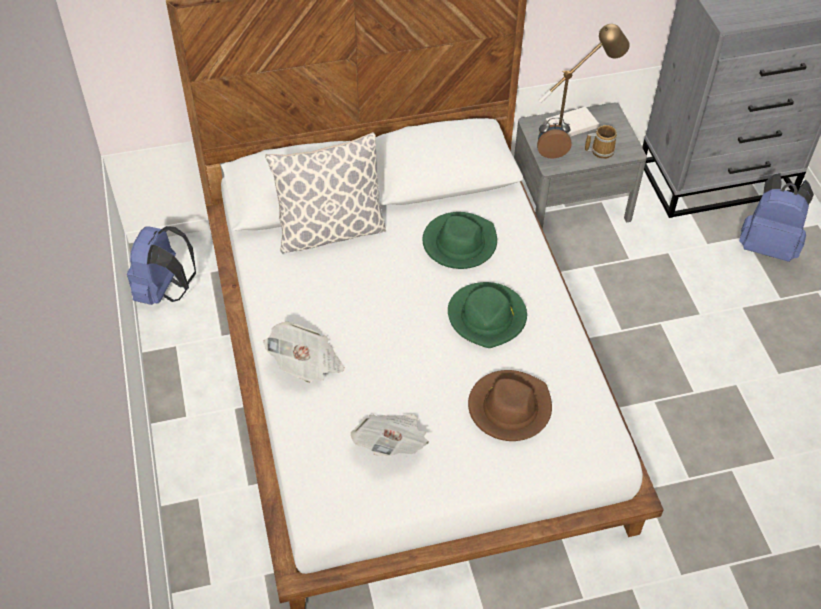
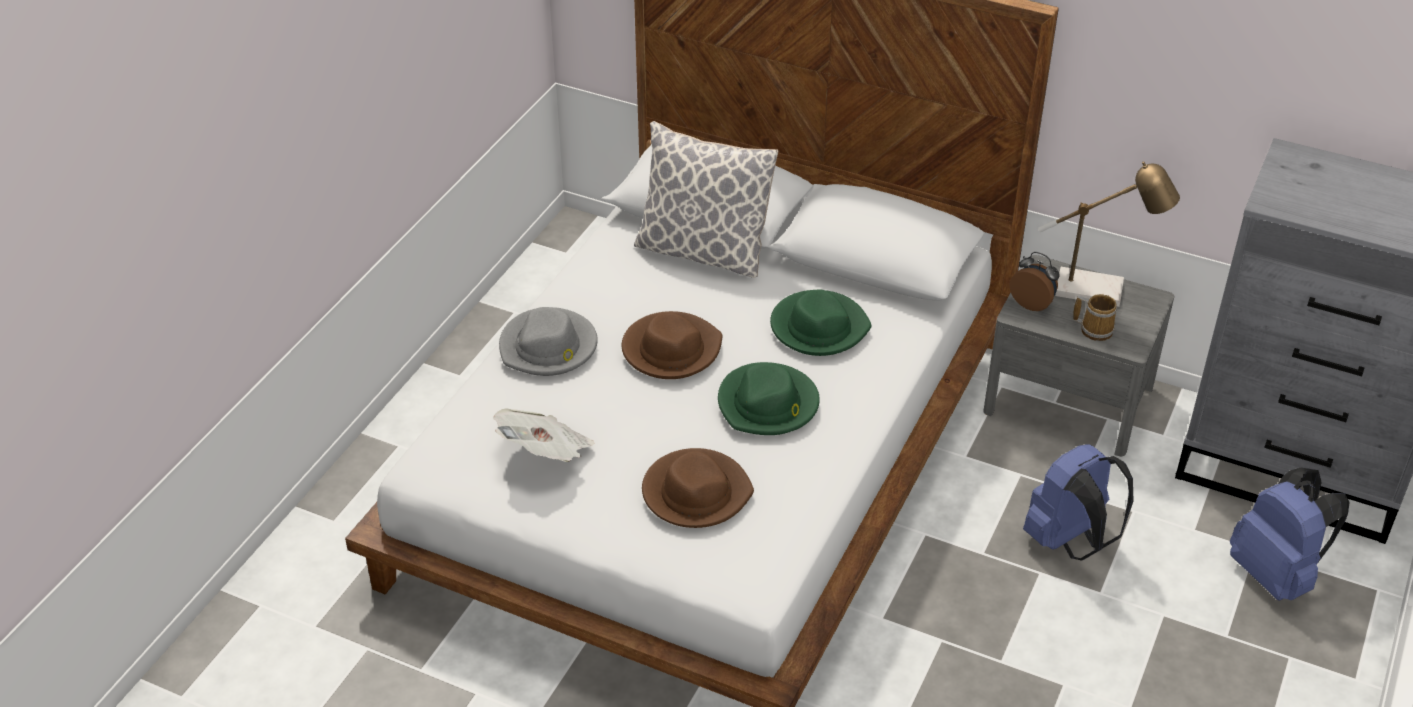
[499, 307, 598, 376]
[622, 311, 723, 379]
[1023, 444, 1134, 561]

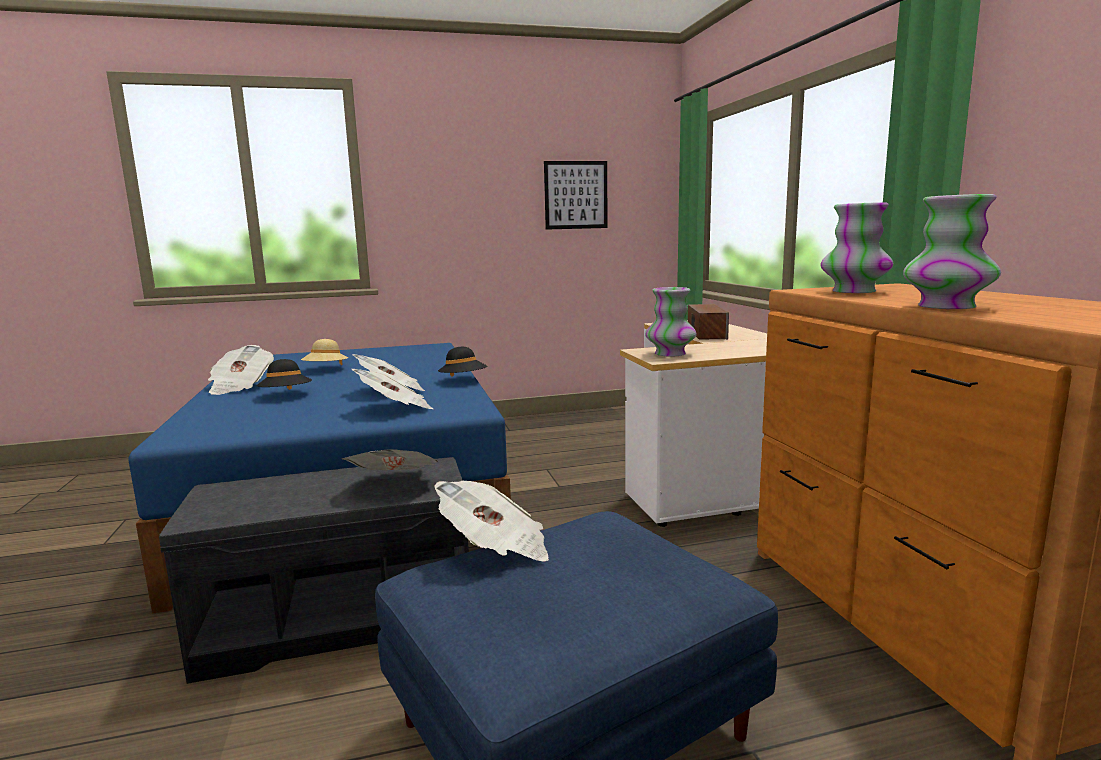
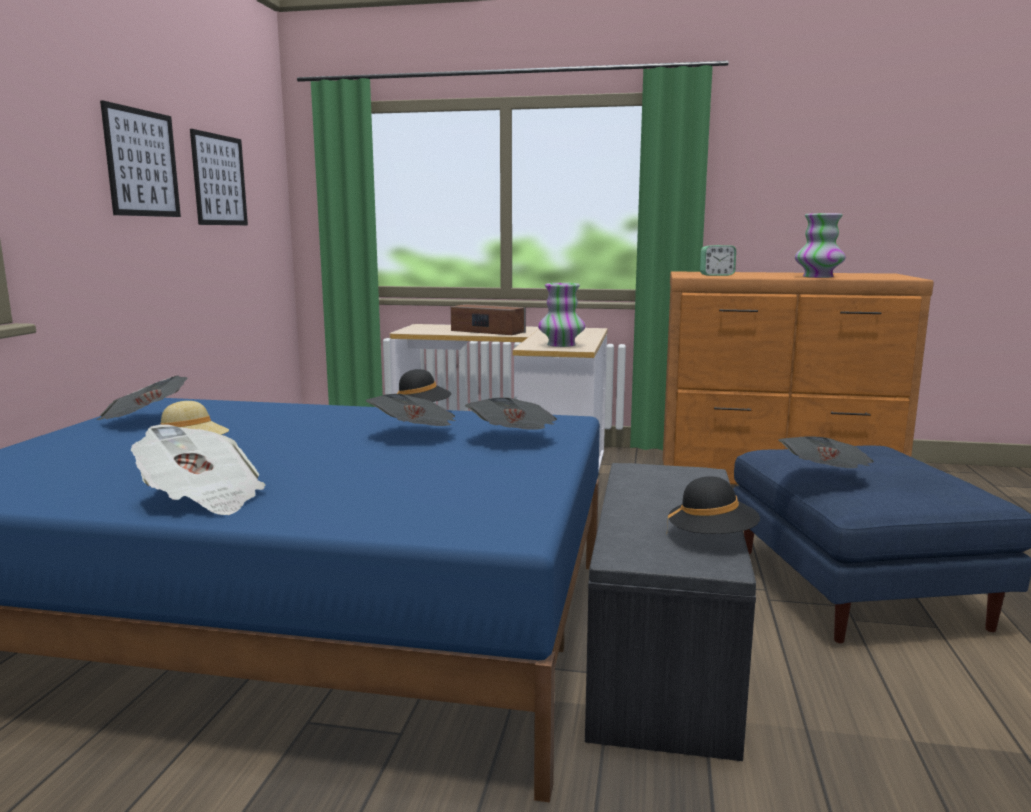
[97, 375, 188, 420]
[100, 100, 181, 217]
[667, 476, 760, 534]
[700, 245, 736, 276]

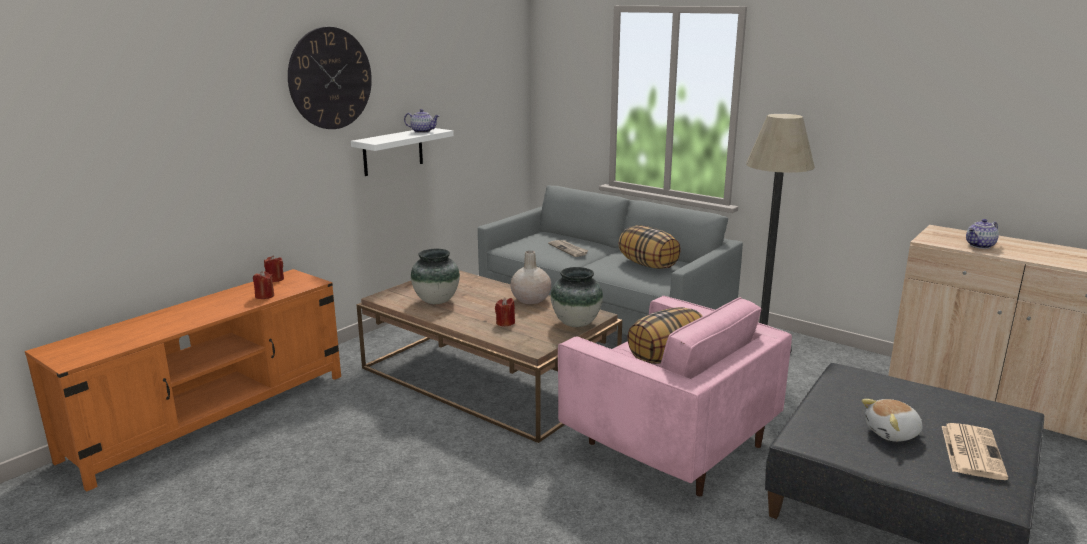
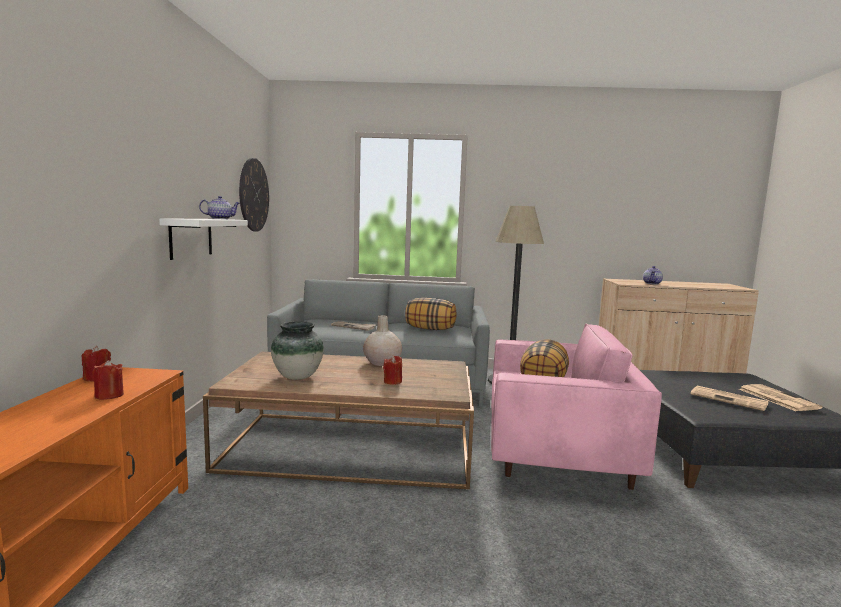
[239, 158, 269, 232]
[691, 386, 769, 411]
[551, 267, 603, 327] (first image)

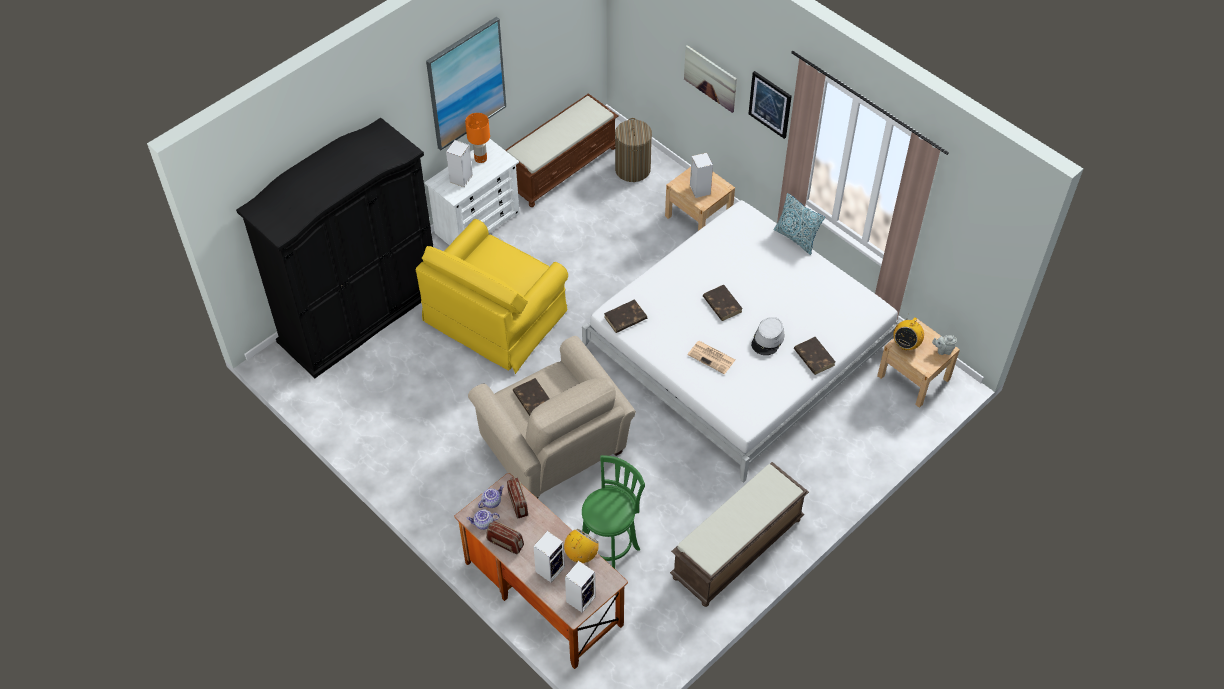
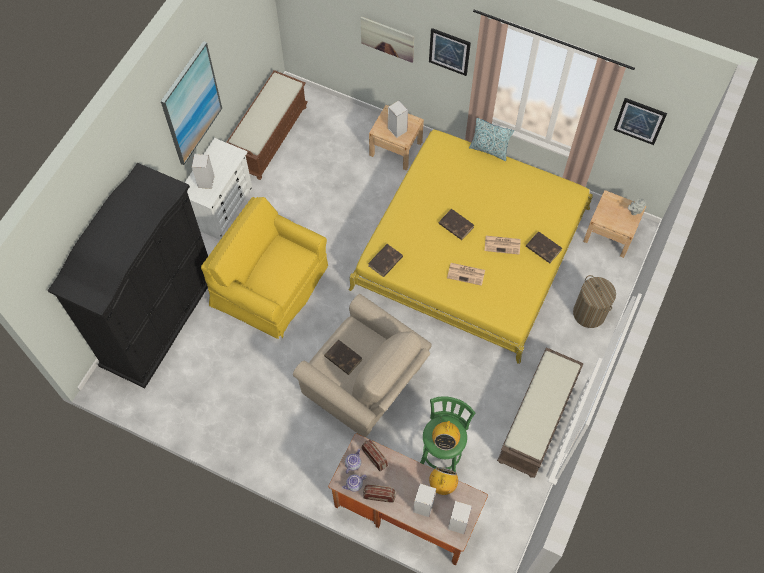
[201, 197, 328, 339]
[349, 129, 593, 364]
[432, 421, 460, 450]
[485, 236, 521, 255]
[573, 275, 616, 328]
[614, 98, 667, 145]
[465, 113, 490, 163] (first image)

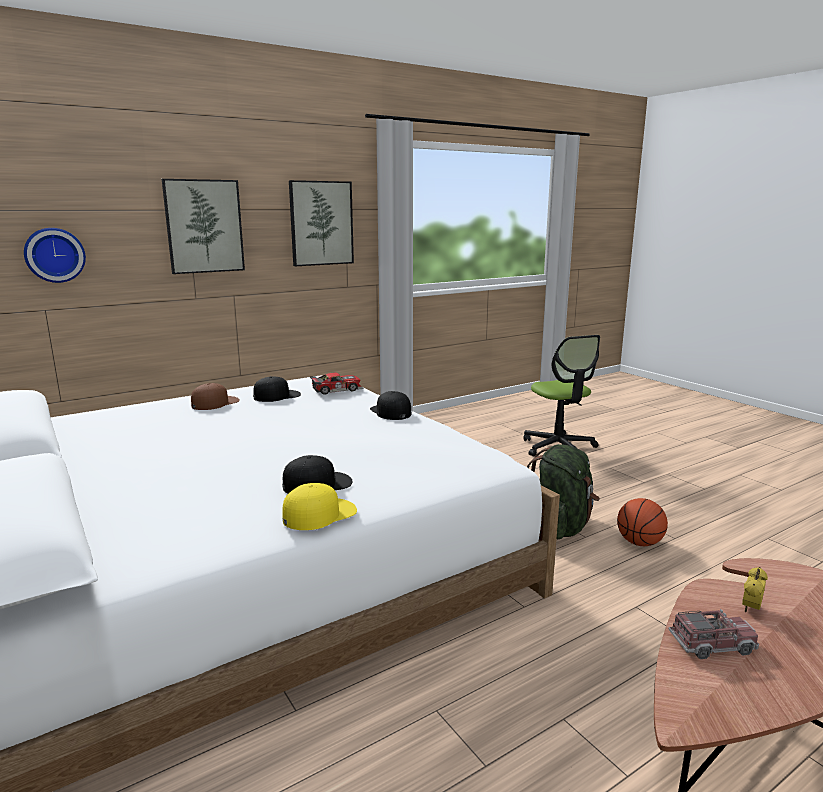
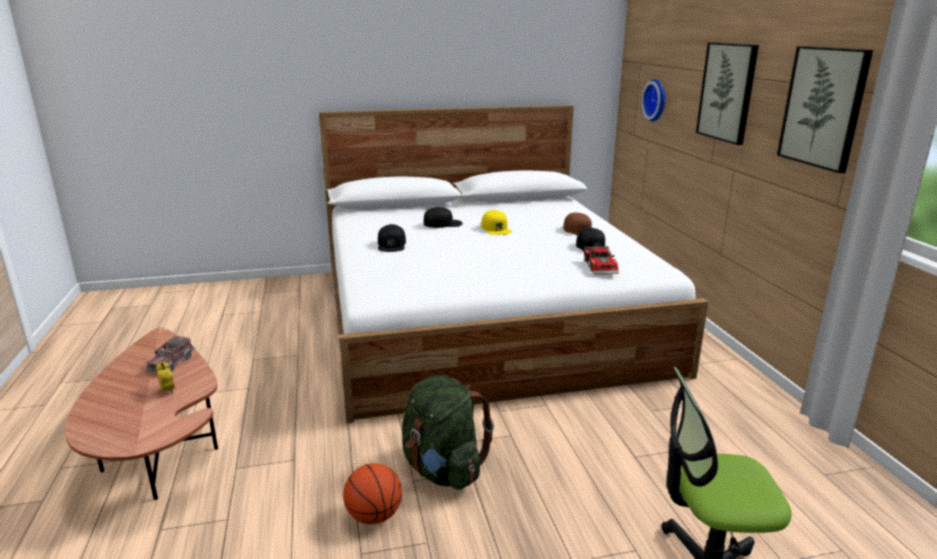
[424, 207, 463, 228]
[481, 210, 512, 235]

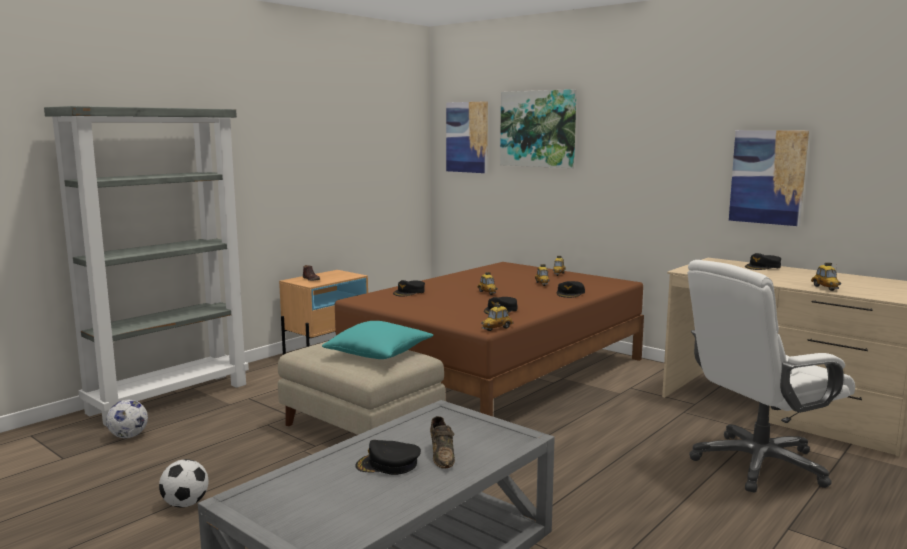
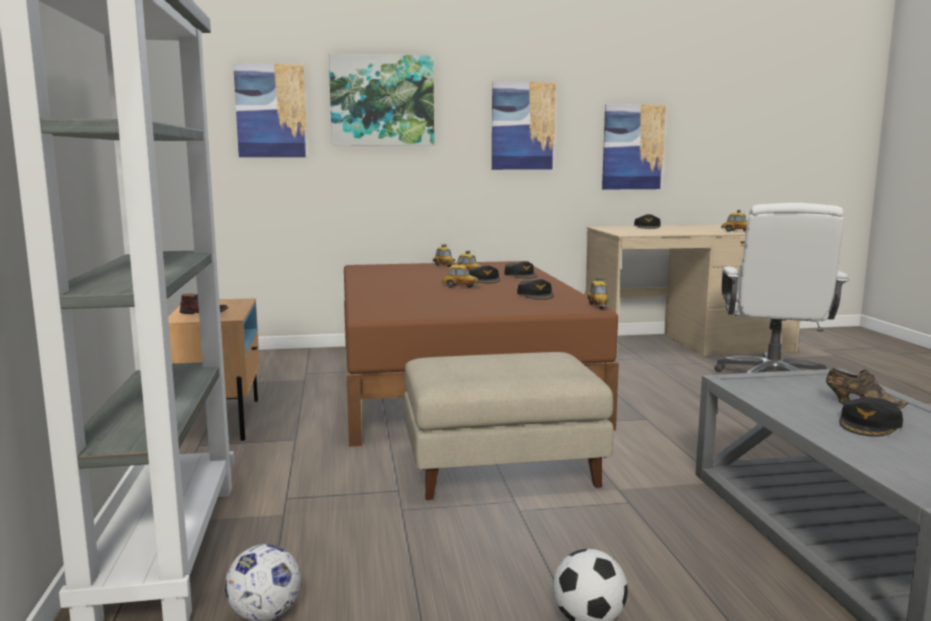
[469, 265, 500, 283]
[492, 81, 556, 170]
[322, 321, 434, 359] (first image)

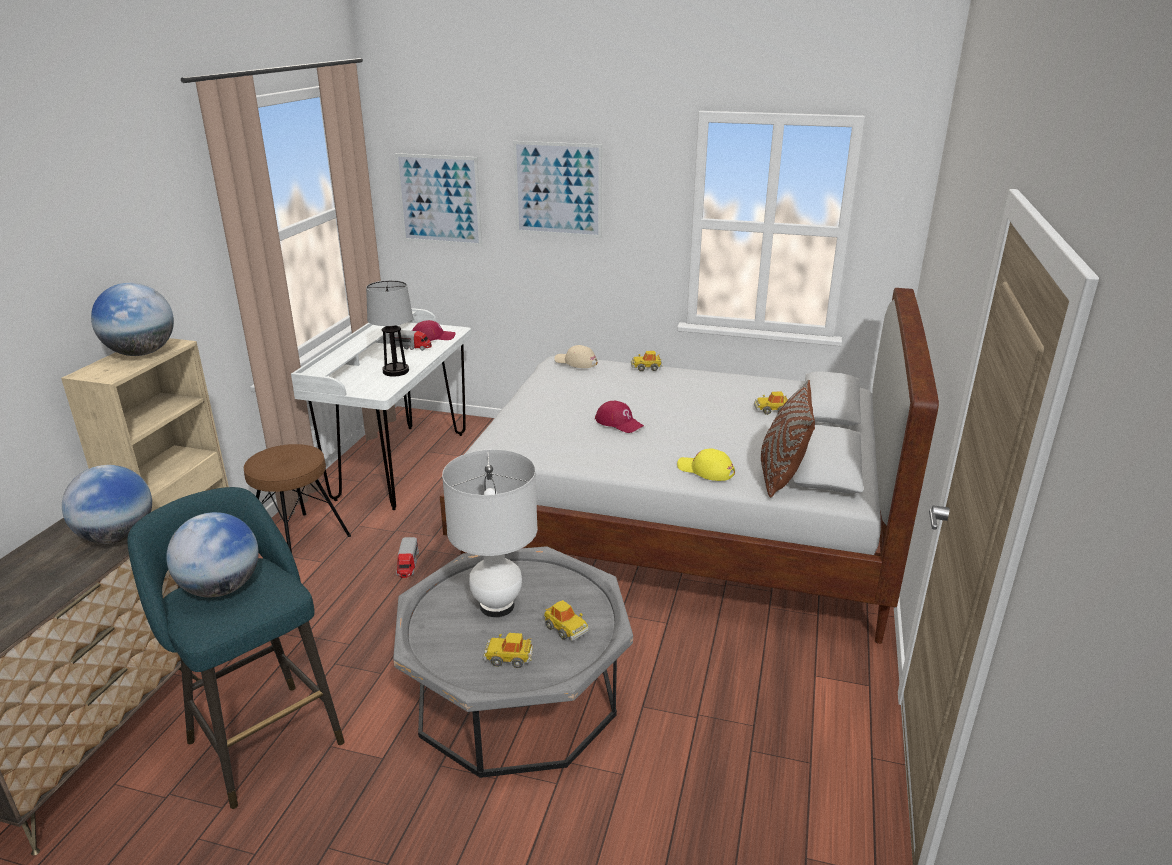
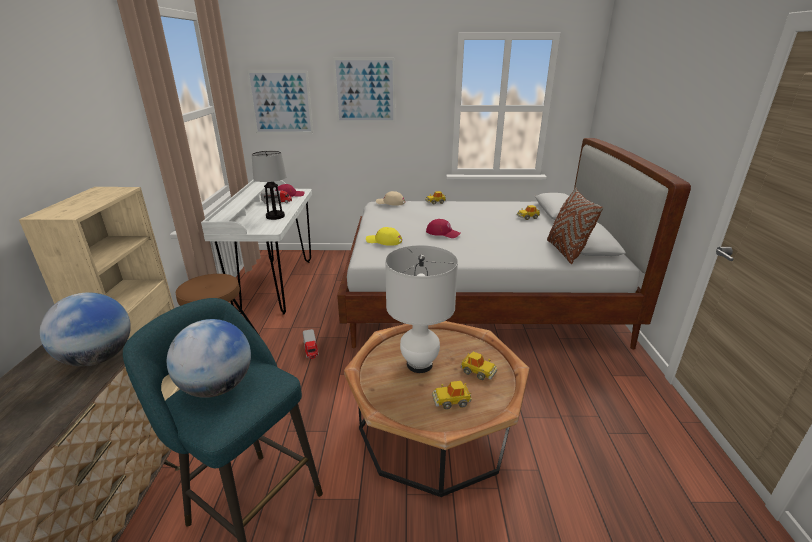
[344, 321, 529, 497]
[366, 227, 402, 246]
[91, 283, 174, 356] (first image)

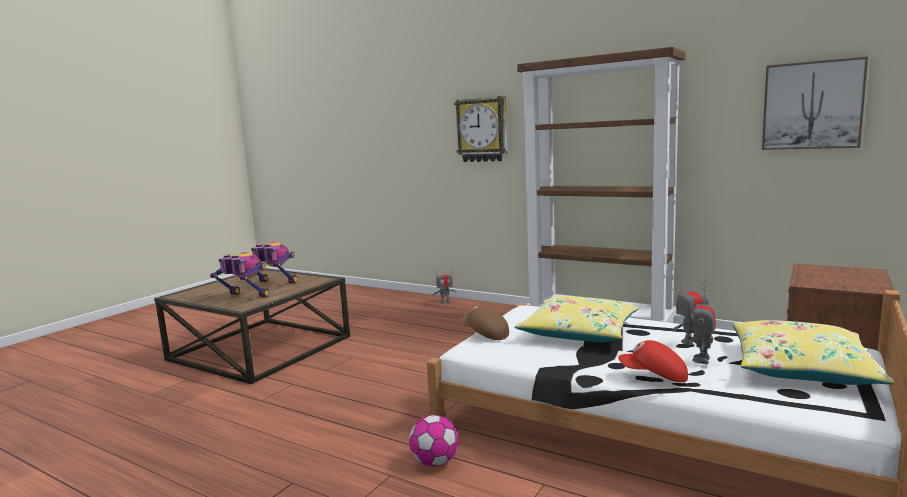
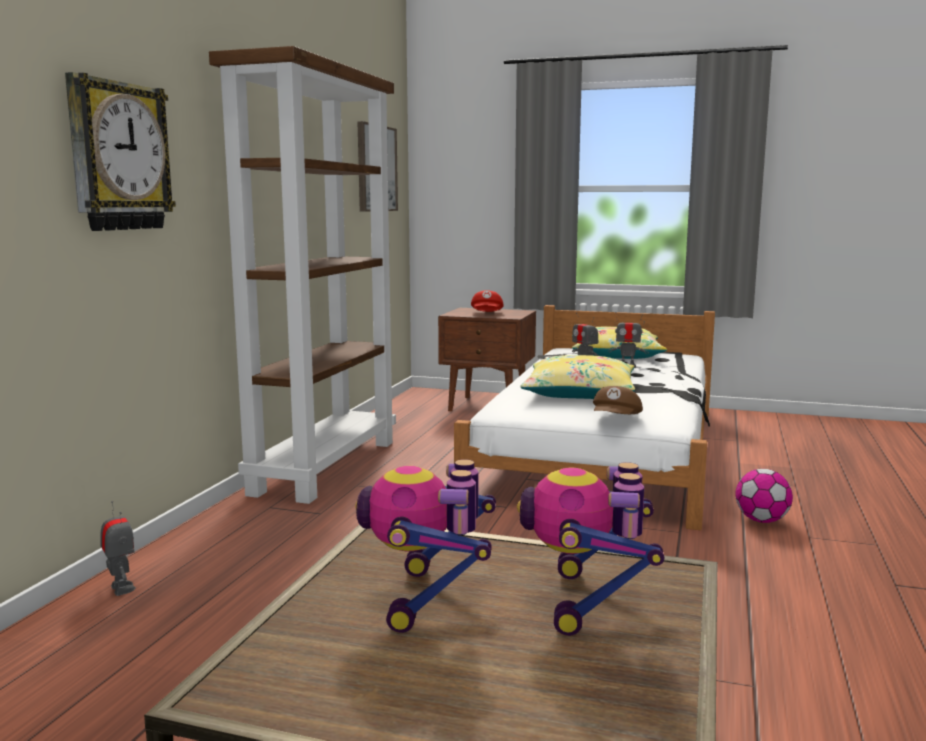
[471, 290, 504, 312]

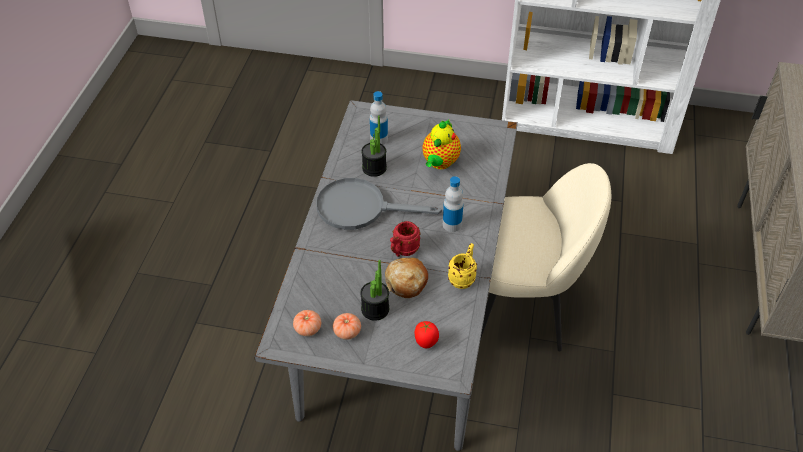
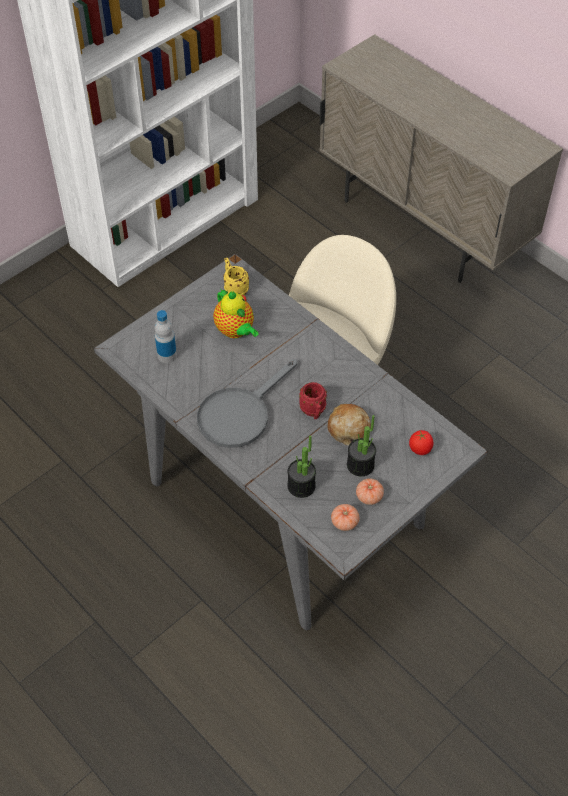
[223, 258, 249, 295]
[287, 435, 316, 498]
[443, 176, 463, 232] (first image)

